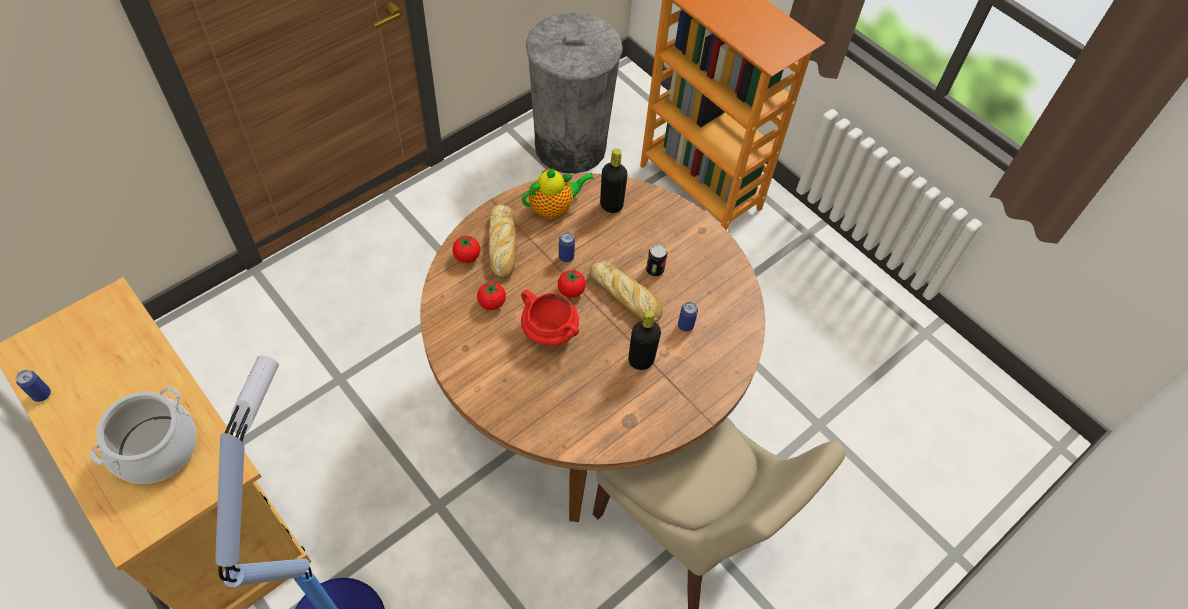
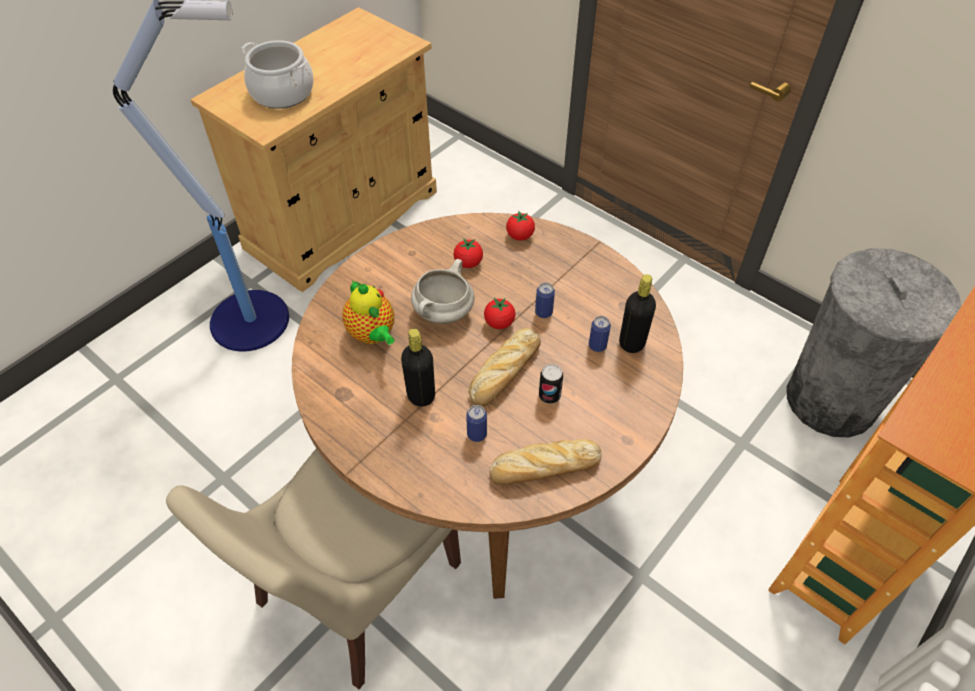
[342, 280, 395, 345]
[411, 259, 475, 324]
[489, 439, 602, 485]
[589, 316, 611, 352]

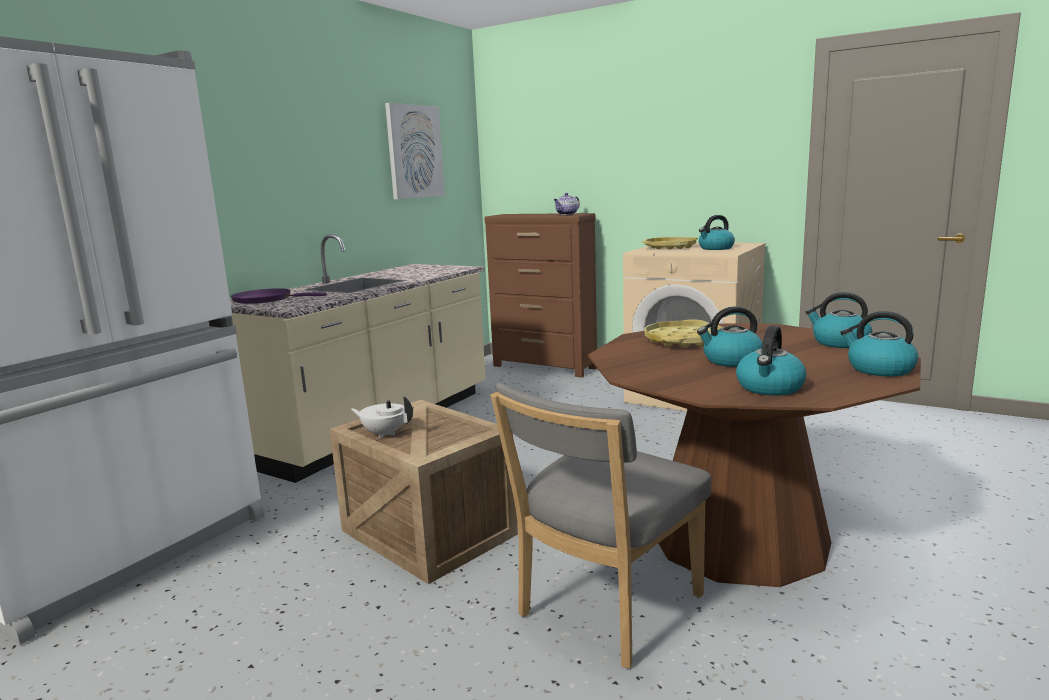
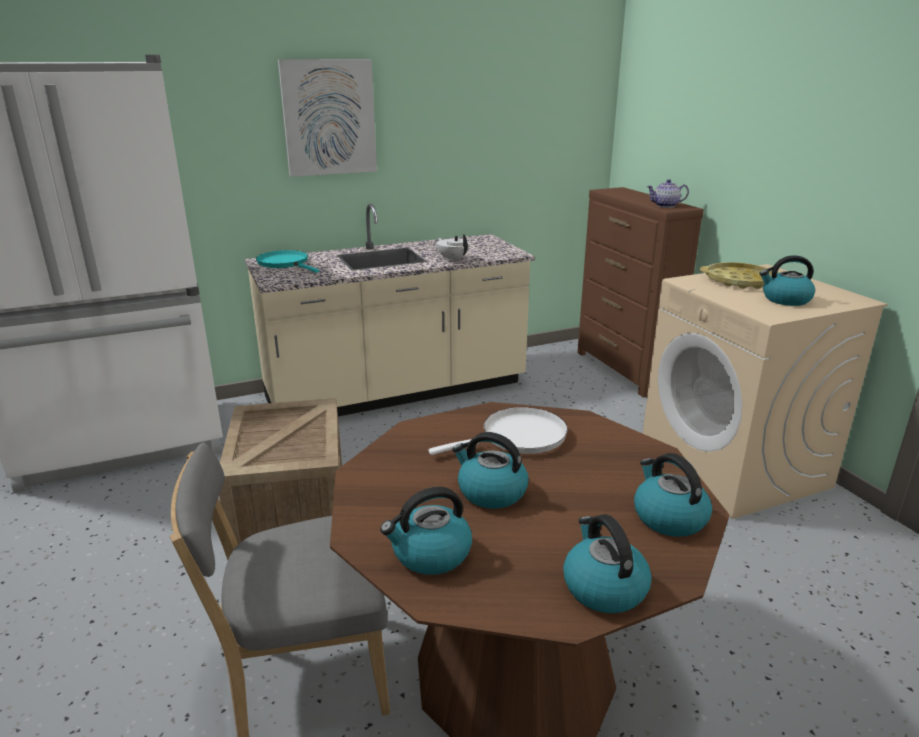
[256, 250, 319, 273]
[278, 59, 377, 177]
[428, 407, 568, 455]
[437, 234, 470, 262]

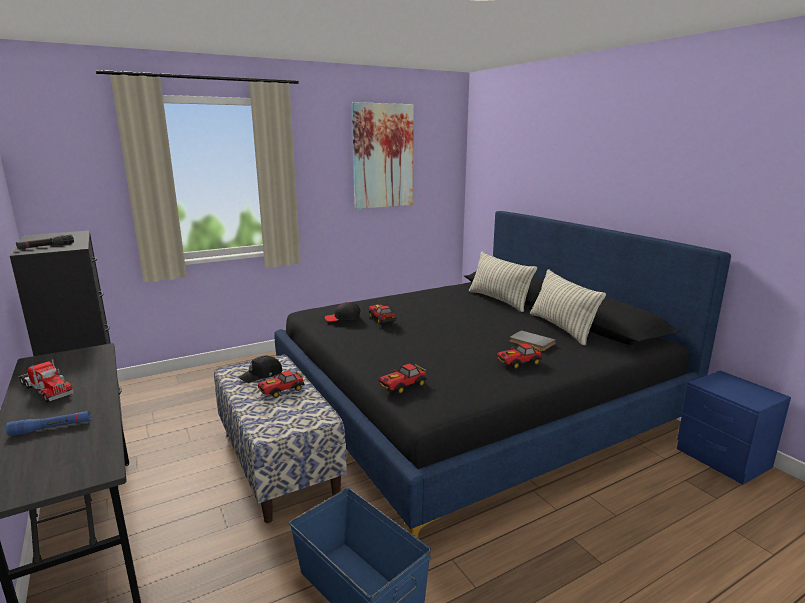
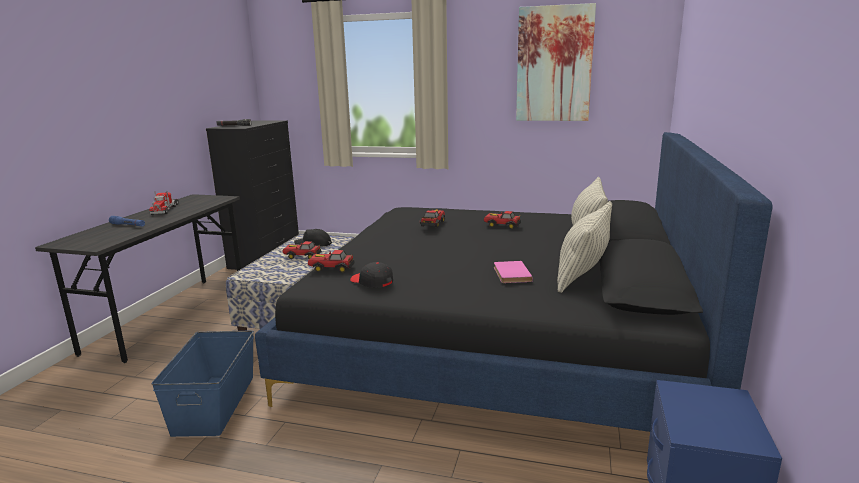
[350, 262, 393, 288]
[484, 211, 521, 229]
[494, 261, 533, 283]

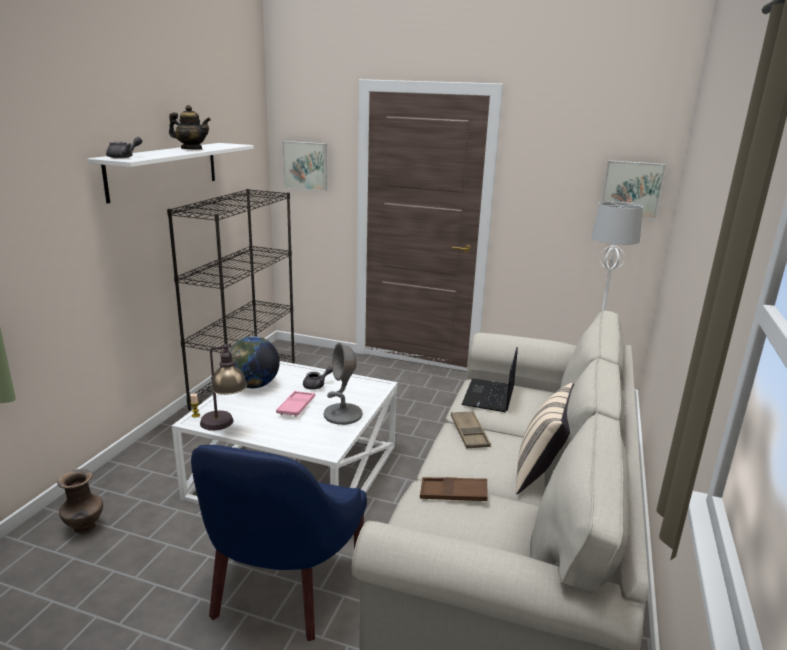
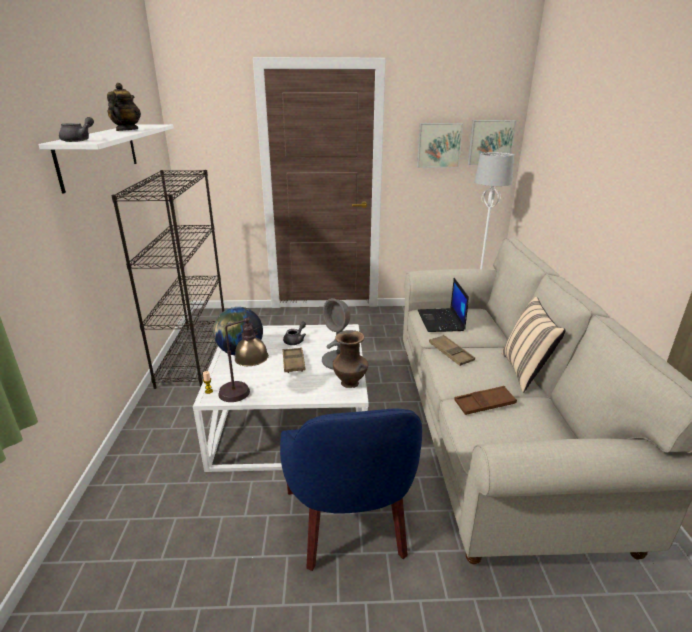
[107, 83, 141, 131]
[283, 347, 306, 373]
[333, 330, 368, 388]
[417, 123, 463, 168]

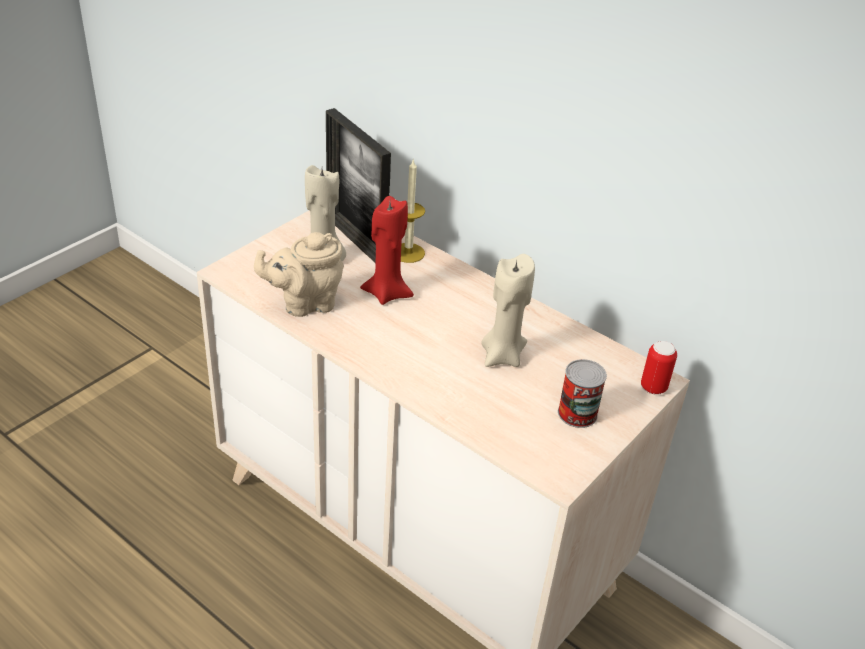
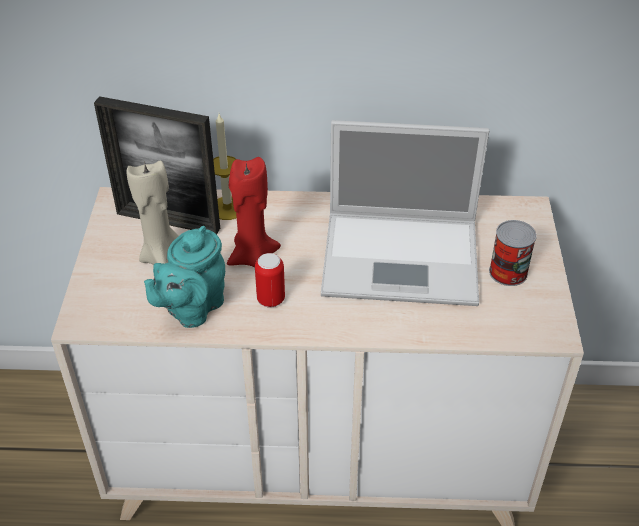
[144, 226, 225, 328]
[255, 253, 285, 308]
[321, 120, 489, 306]

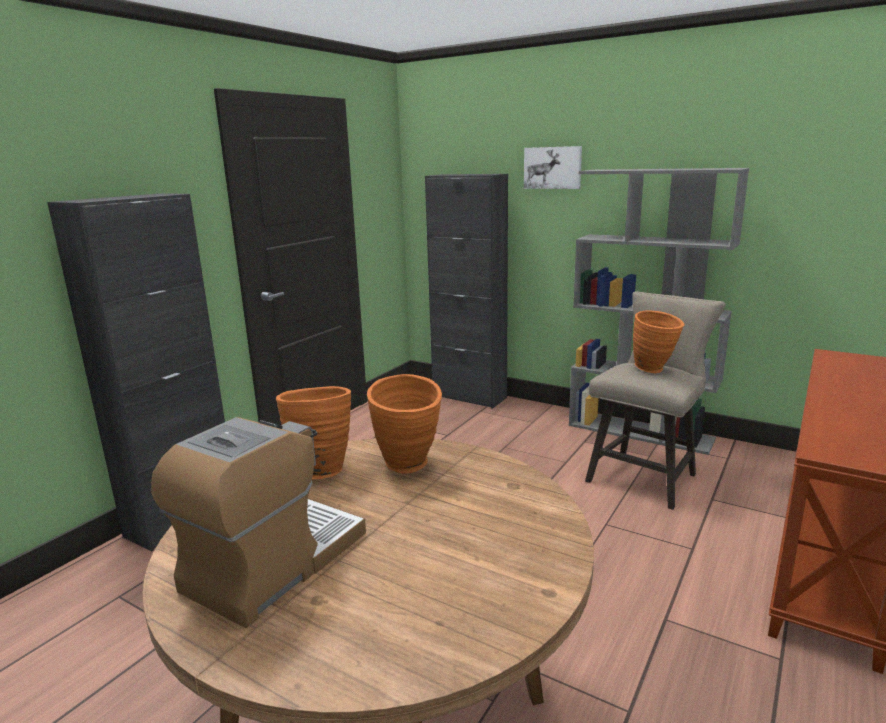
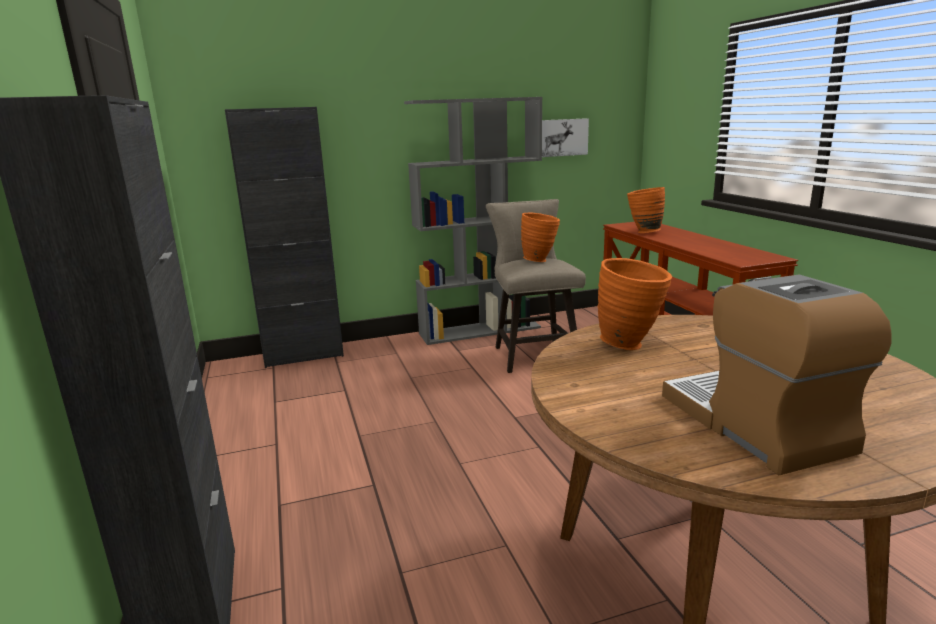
[542, 118, 589, 157]
[627, 187, 665, 233]

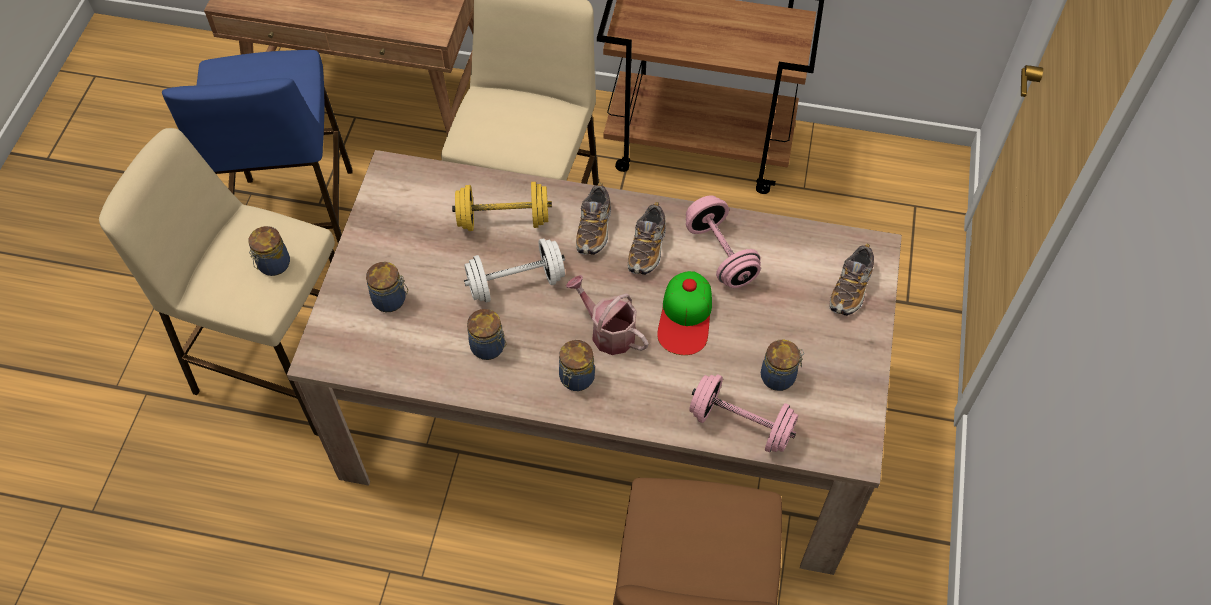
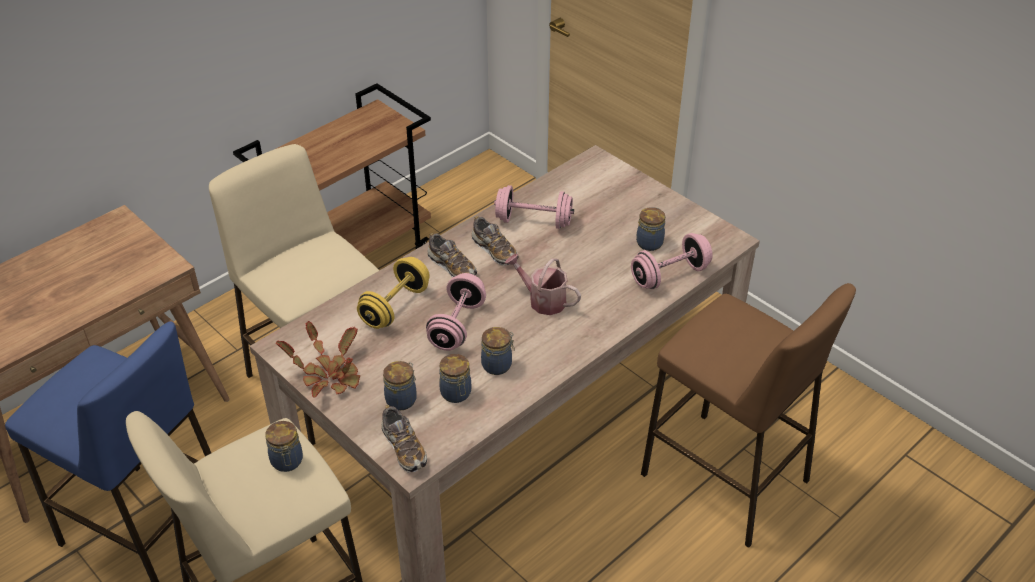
[276, 321, 360, 397]
[382, 405, 427, 473]
[426, 273, 486, 351]
[439, 354, 471, 403]
[505, 254, 581, 315]
[657, 271, 712, 355] (first image)

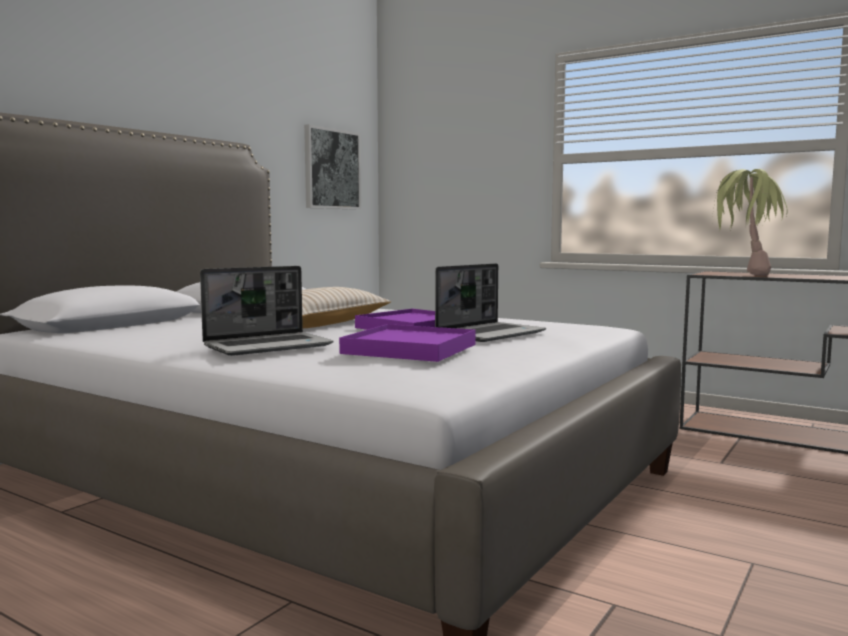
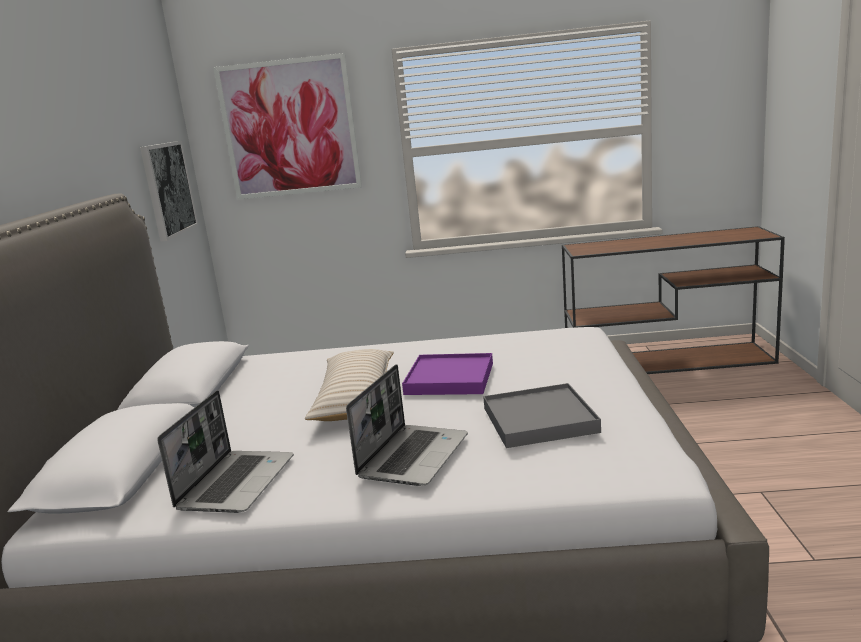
[157, 390, 294, 513]
[213, 53, 362, 200]
[483, 383, 601, 448]
[714, 169, 788, 276] (first image)

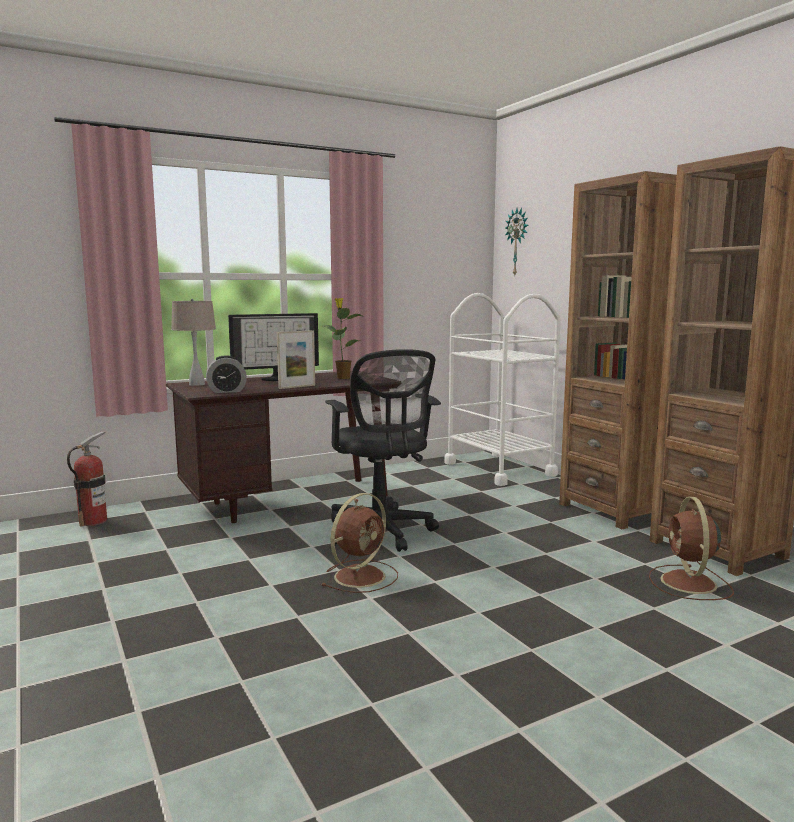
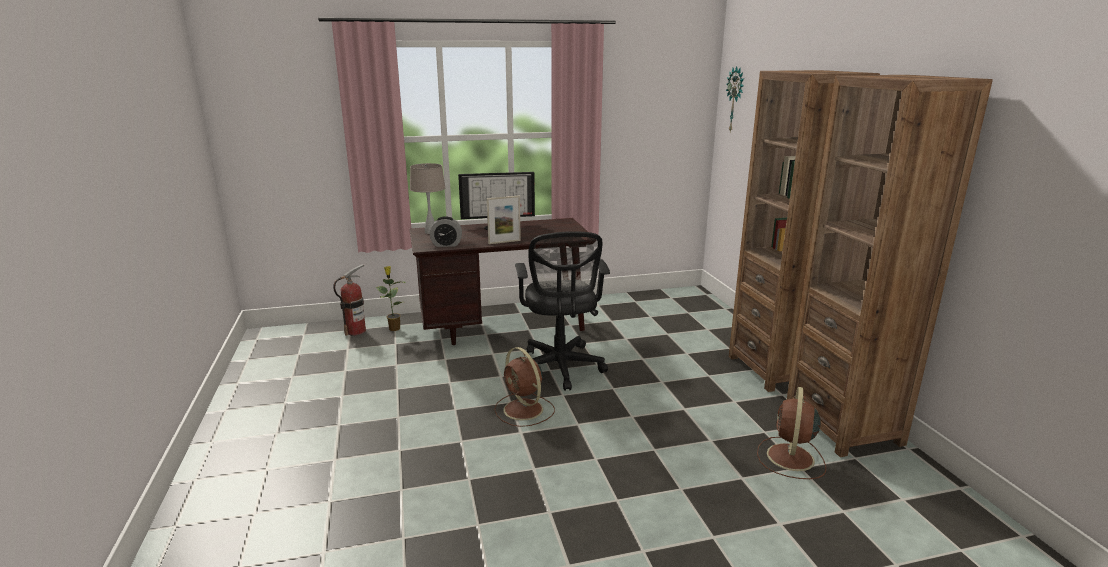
[376, 266, 406, 331]
[494, 347, 555, 427]
[444, 293, 561, 486] (first image)

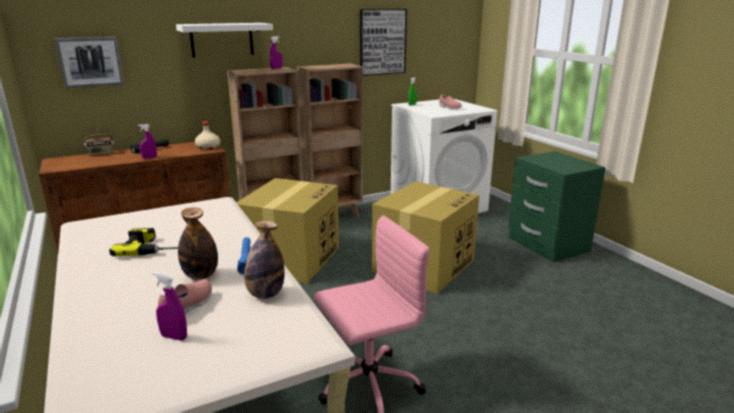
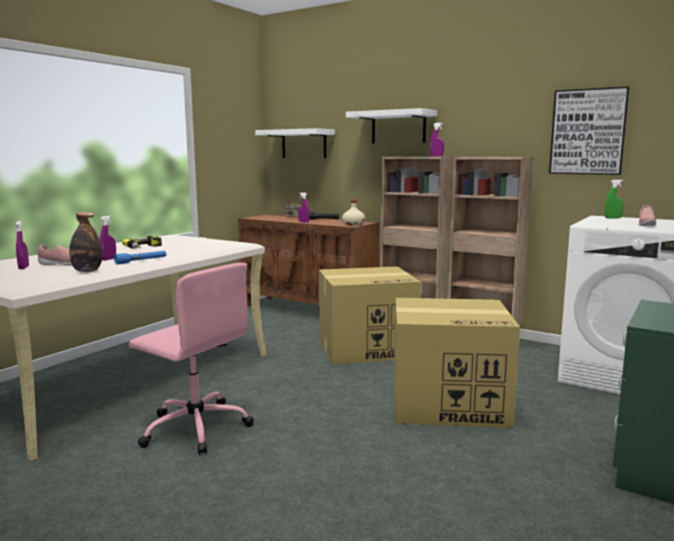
[100, 216, 116, 261]
[255, 128, 335, 158]

